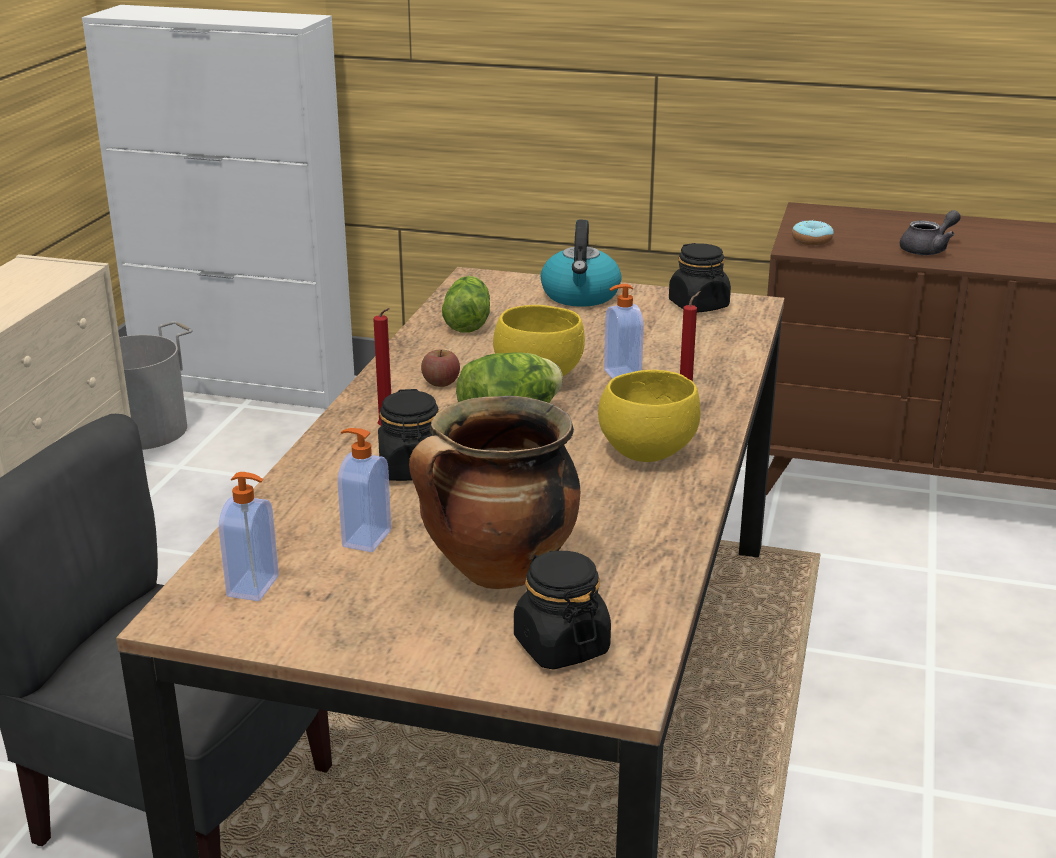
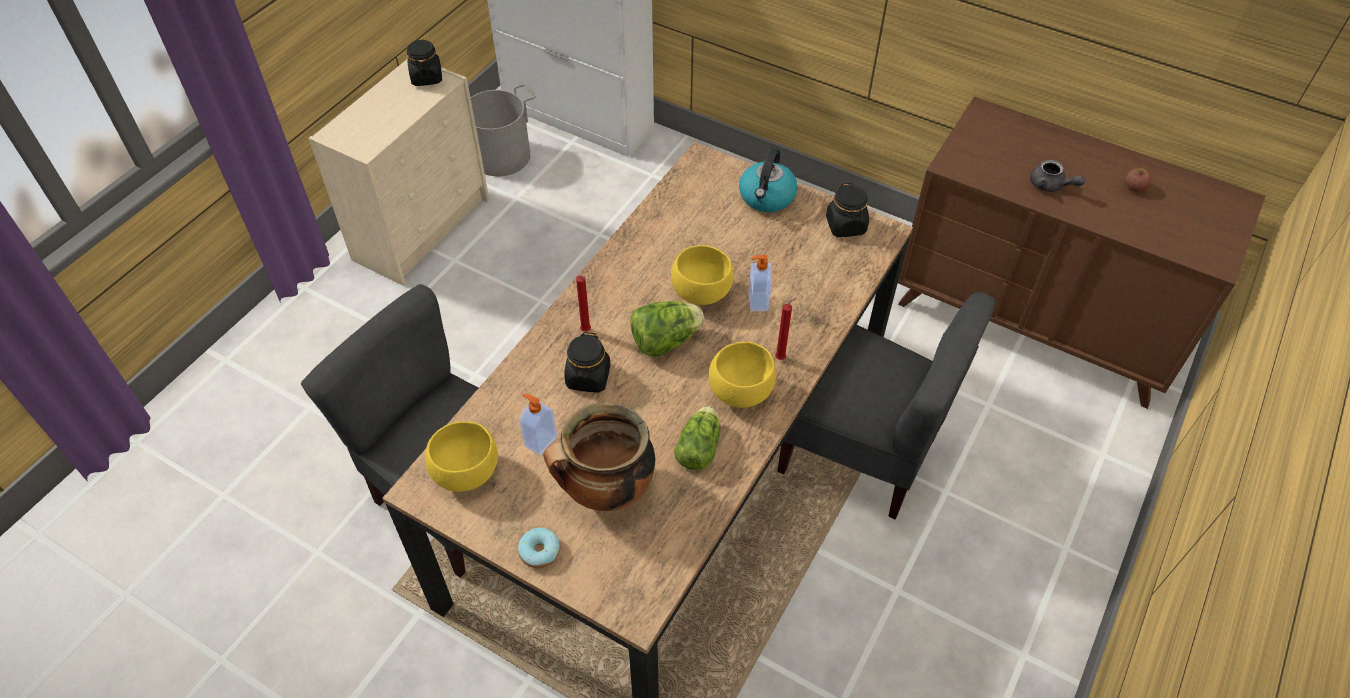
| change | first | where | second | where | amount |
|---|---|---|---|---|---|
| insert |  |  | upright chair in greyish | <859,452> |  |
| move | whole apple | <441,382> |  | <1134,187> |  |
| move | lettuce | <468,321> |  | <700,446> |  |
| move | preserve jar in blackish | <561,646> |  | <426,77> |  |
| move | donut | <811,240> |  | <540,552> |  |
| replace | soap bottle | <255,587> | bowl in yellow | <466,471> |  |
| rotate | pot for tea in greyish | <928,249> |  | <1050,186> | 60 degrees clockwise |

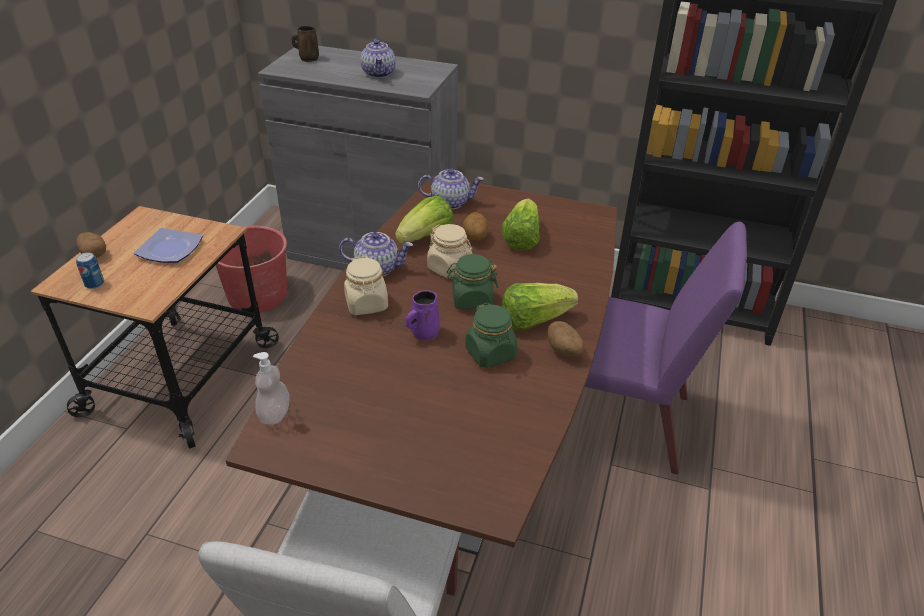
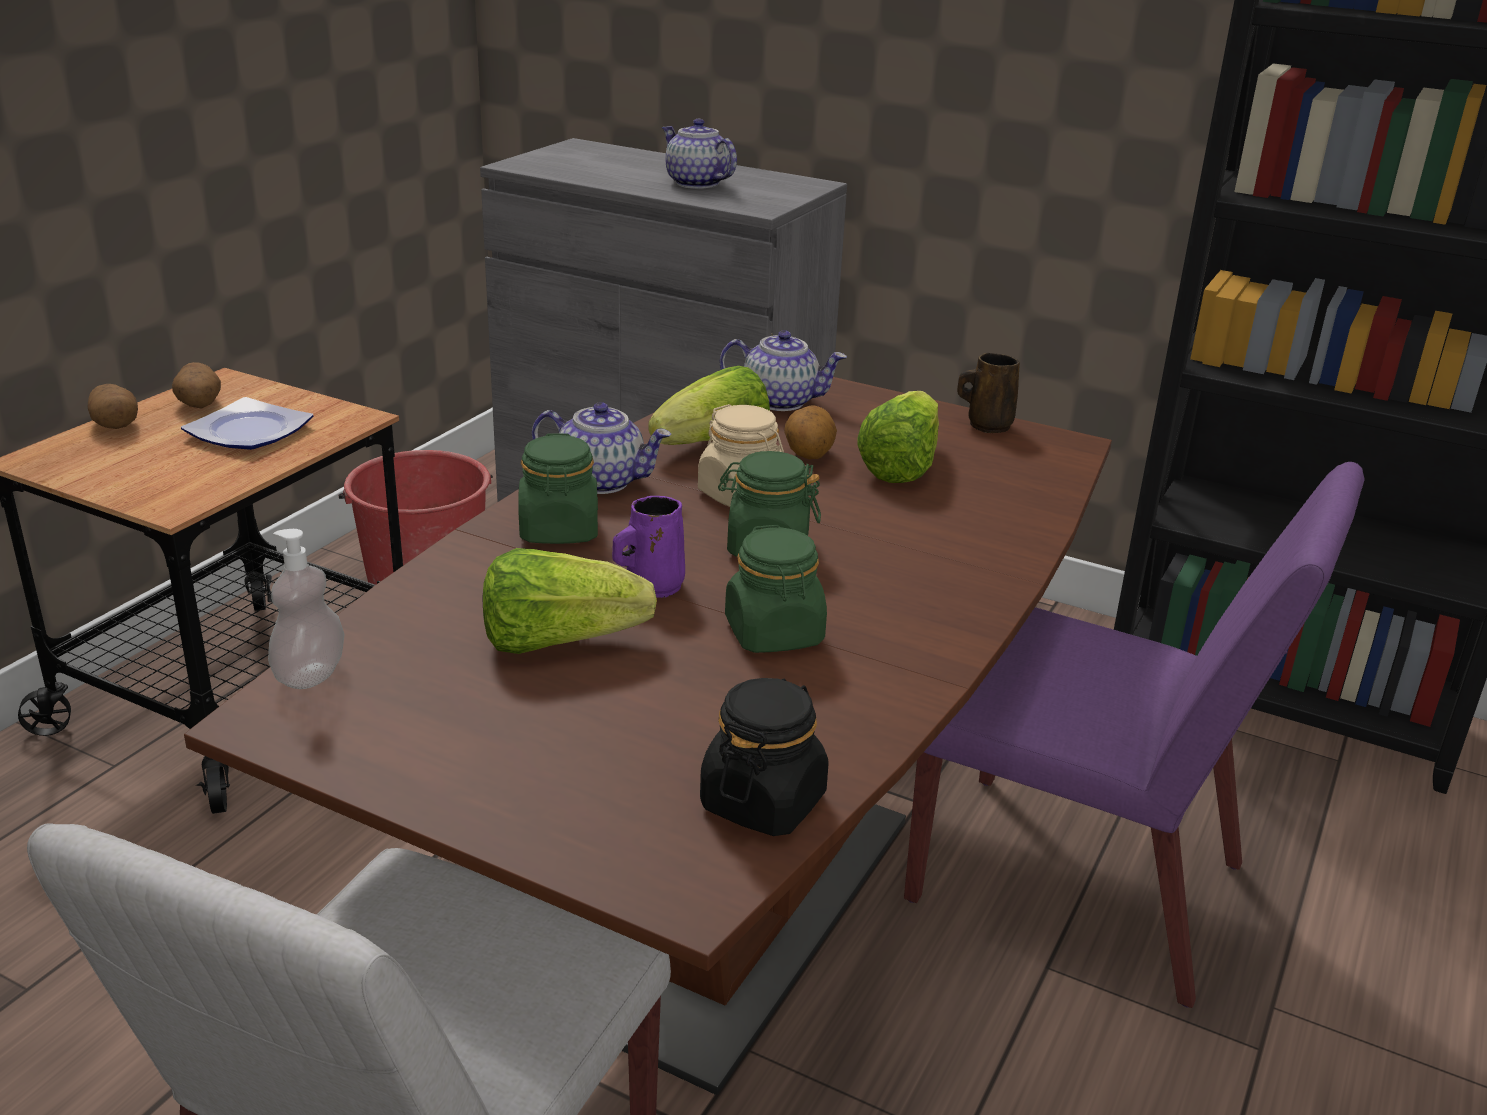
| change | first | where | second | where | amount |
|---|---|---|---|---|---|
| delete | sealed can | <94,284> |  |  |  |
| insert |  |  | preserve jar in blackish | <763,801> |  |
| move | tea mug in brown-coloured | <308,58> |  | <986,425> |  |
| move | lettuce | <534,320> |  | <559,641> |  |
| move | whole potato | <564,350> |  | <199,405> |  |
| recolor | preserve jar in beige-coloured | <366,304> | preserve jar in green | <559,530> |  |
| rotate | pot for tea | <379,73> |  | <696,183> | 135 degrees clockwise |

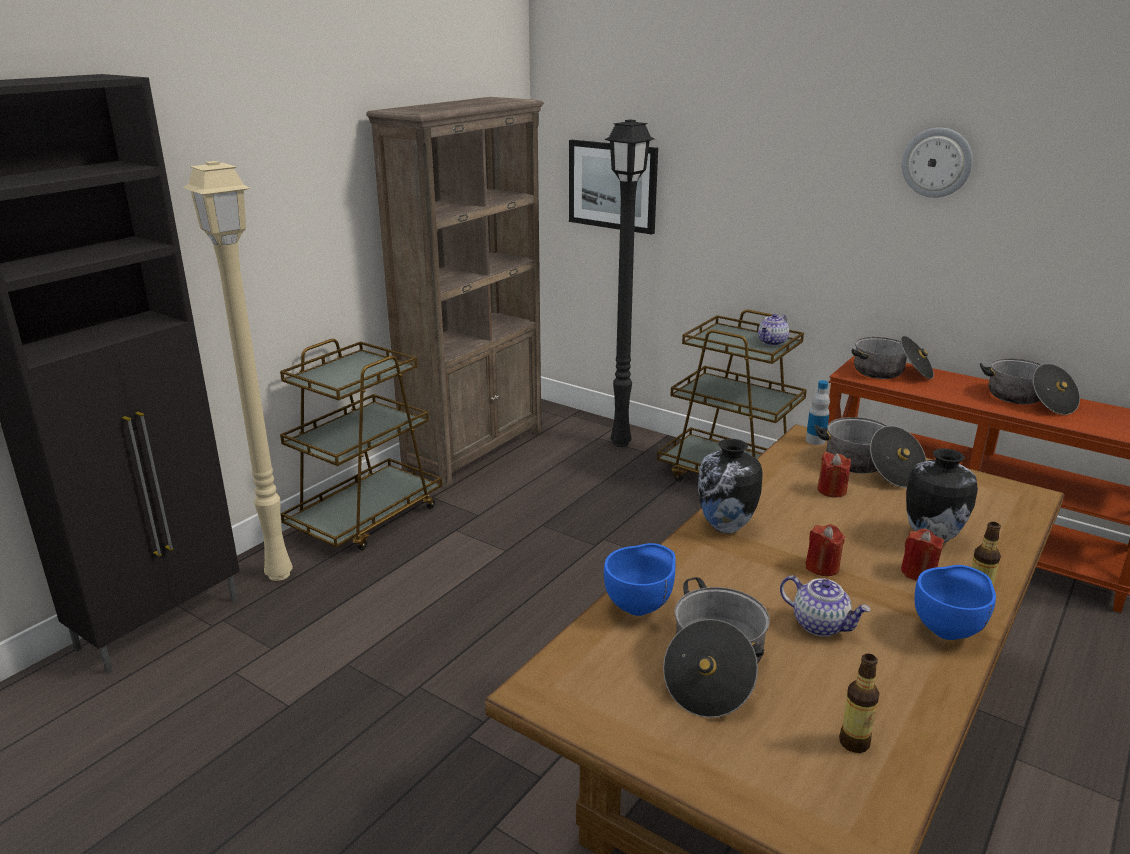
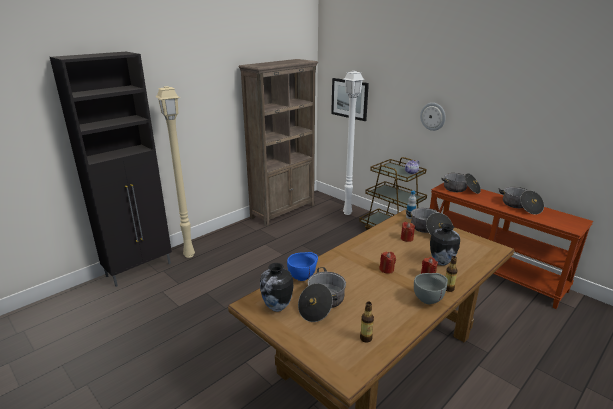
| change | first | where | second | where | amount |
|---|---|---|---|---|---|
| delete | cart in brown-coloured | <367,517> |  |  |  |
| delete | pot for tea | <820,625> |  |  |  |
| move | flower vase | <725,527> |  | <277,307> |  |
| move | hanging clock | <937,162> |  | <433,116> |  |
| recolor | standing lamp in blackish | <618,443> | standing lamp in white-coloured | <346,213> |  |
| recolor | bowl in blue | <948,630> | bowl in greyish | <428,300> |  |

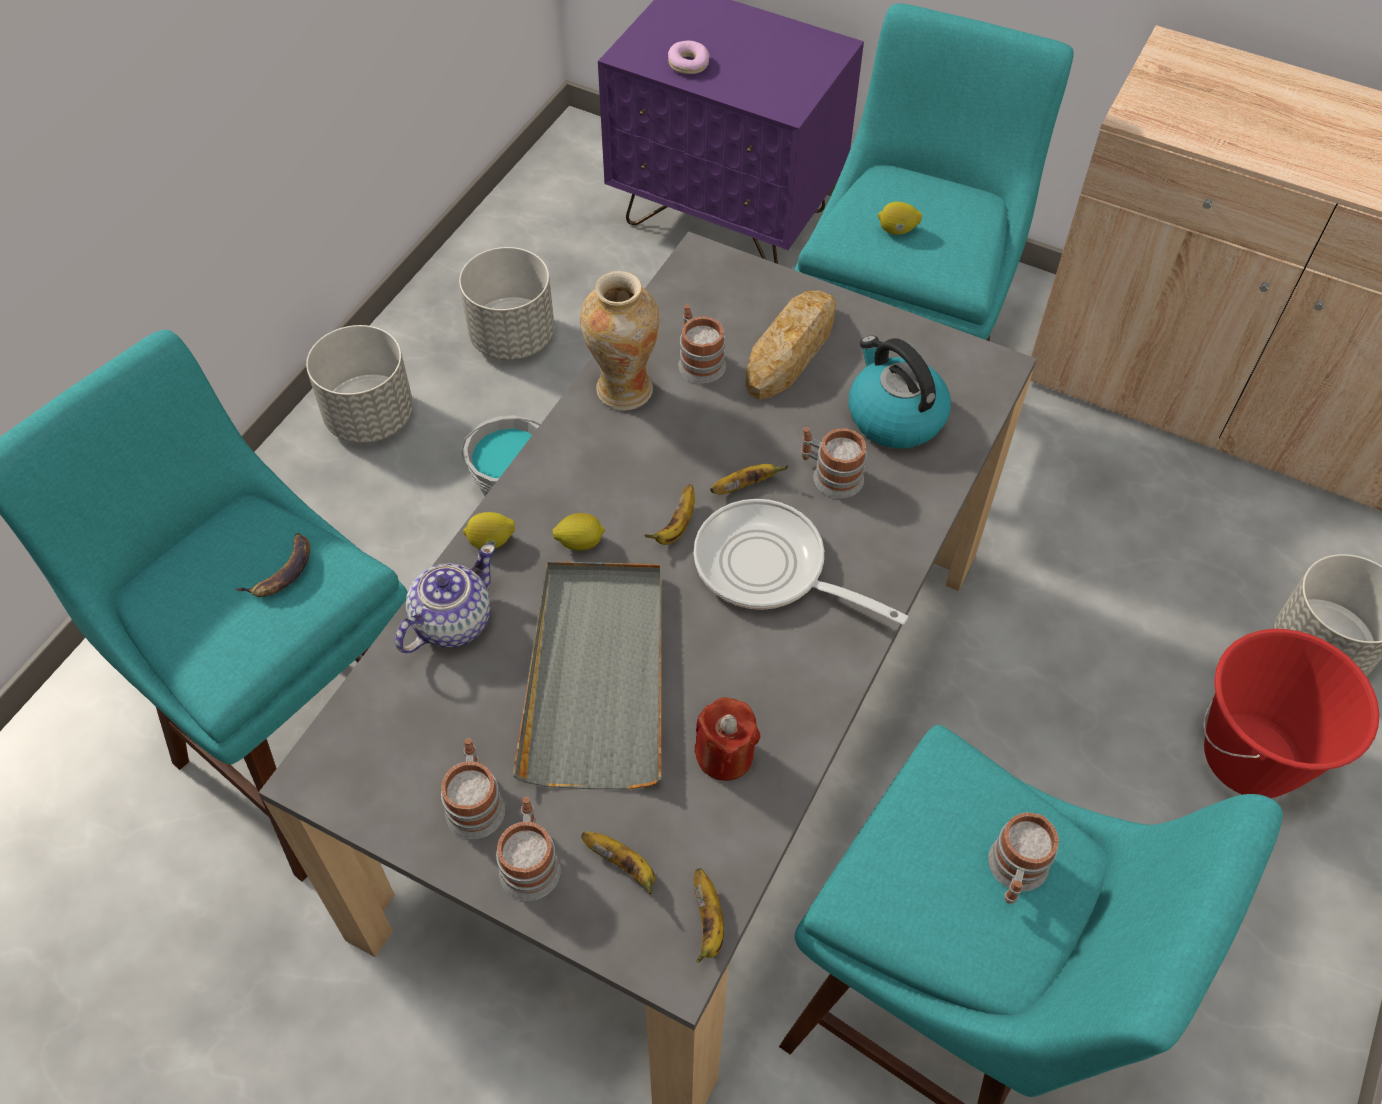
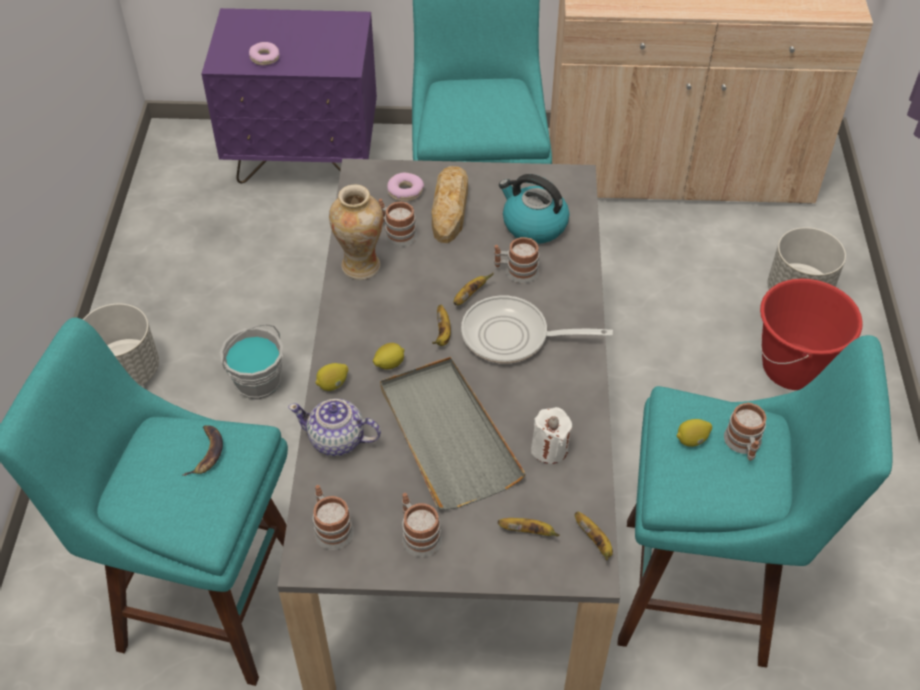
| change | first | where | second | where | amount |
|---|---|---|---|---|---|
| delete | planter in greyish | <512,337> |  |  |  |
| insert |  |  | donut | <405,191> |  |
| move | tea mug | <530,861> |  | <331,527> |  |
| move | whole lemon | <897,230> |  | <692,440> |  |
| recolor | candle in red | <725,755> | candle in white-coloured | <549,448> |  |
| rotate | pot for tea | <451,622> |  | <337,440> | 90 degrees counterclockwise |

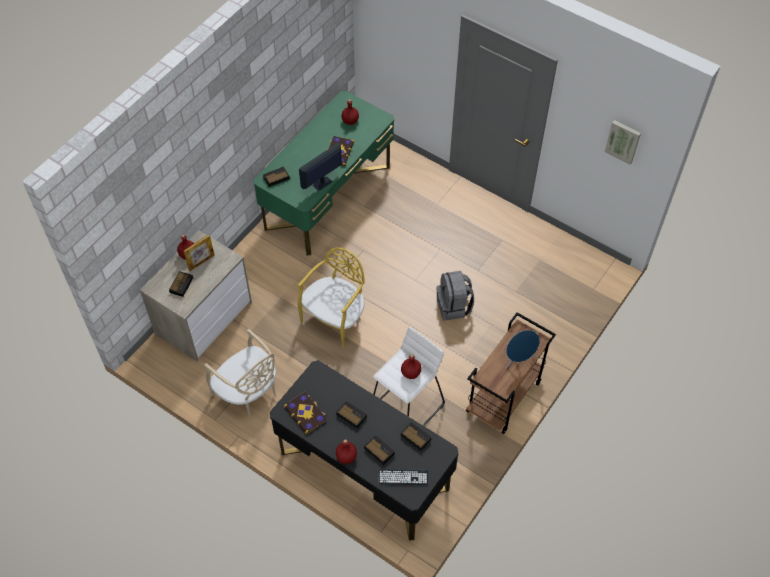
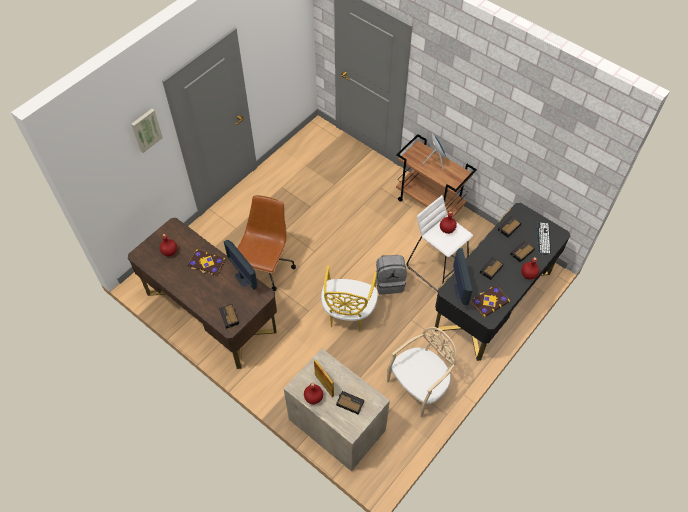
| change | first | where | second | where | amount |
|---|---|---|---|---|---|
| insert |  |  | desk chair in brown-coloured | <266,268> |  |
| insert |  |  | monitor | <460,290> |  |
| move | backpack in greyish | <454,306> |  | <389,282> |  |
| move | wall art | <623,141> |  | <146,130> |  |
| recolor | desk in green | <328,197> | desk in brown-coloured | <211,312> |  |
| rotate | upright chair in yellow | <335,318> |  | <348,313> | 120 degrees counterclockwise |

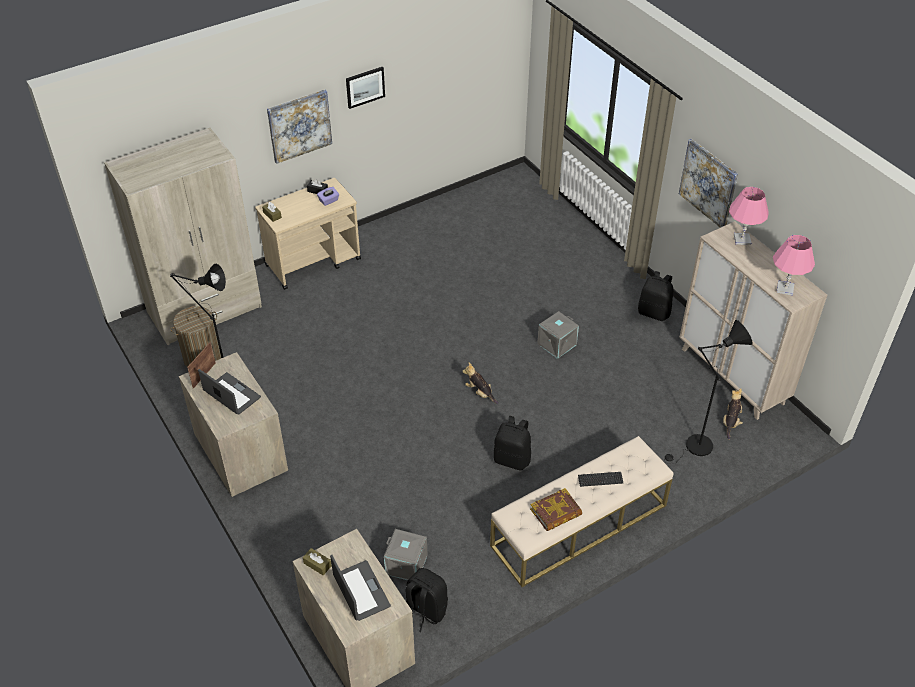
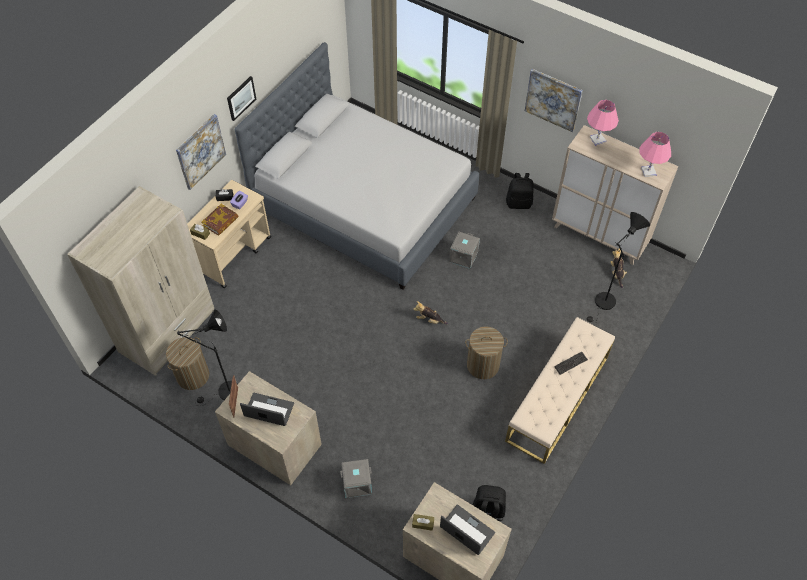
| change | first | where | second | where | amount |
|---|---|---|---|---|---|
| insert |  |  | sleeping bed in greyish | <364,203> |  |
| move | storage bin in greyish | <406,565> |  | <357,484> |  |
| move | bound book | <556,512> |  | <221,222> |  |
| replace | backpack in blackish | <512,459> | washing basket | <483,365> |  |

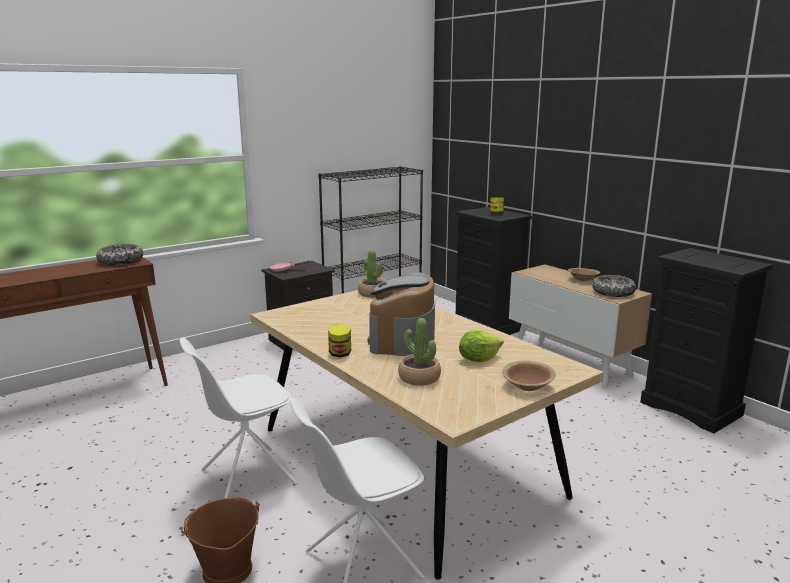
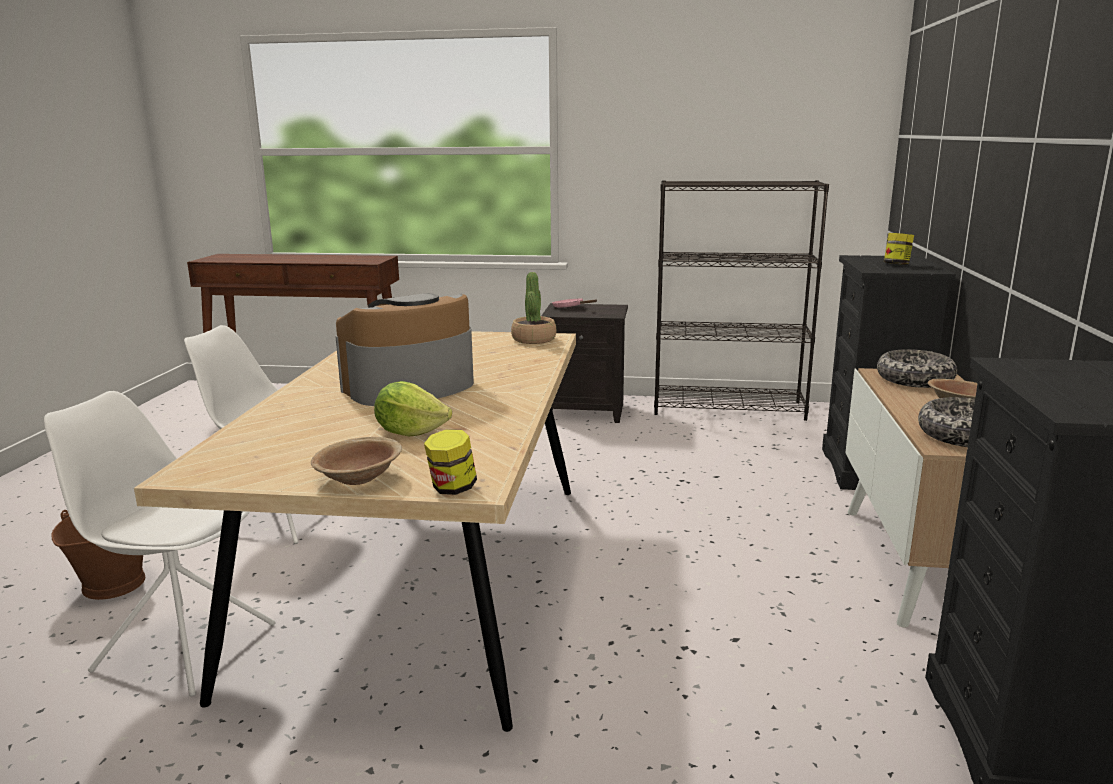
| change | first | where | second | where | amount |
|---|---|---|---|---|---|
| delete | houseplant | <419,378> |  |  |  |
| move | bowl | <121,261> |  | <914,380> |  |
| move | preserve jar | <340,354> |  | <452,488> |  |

